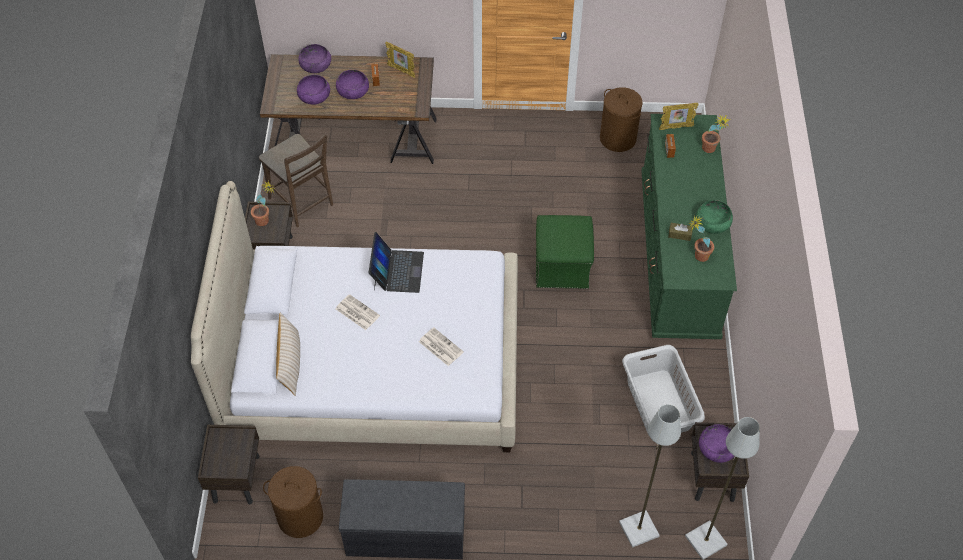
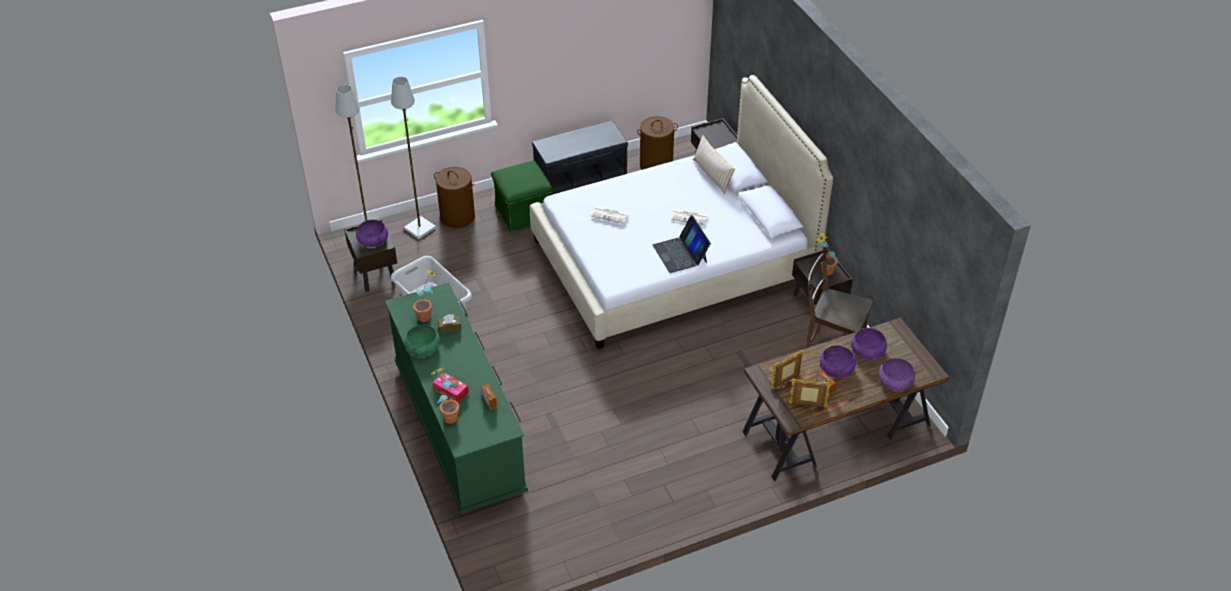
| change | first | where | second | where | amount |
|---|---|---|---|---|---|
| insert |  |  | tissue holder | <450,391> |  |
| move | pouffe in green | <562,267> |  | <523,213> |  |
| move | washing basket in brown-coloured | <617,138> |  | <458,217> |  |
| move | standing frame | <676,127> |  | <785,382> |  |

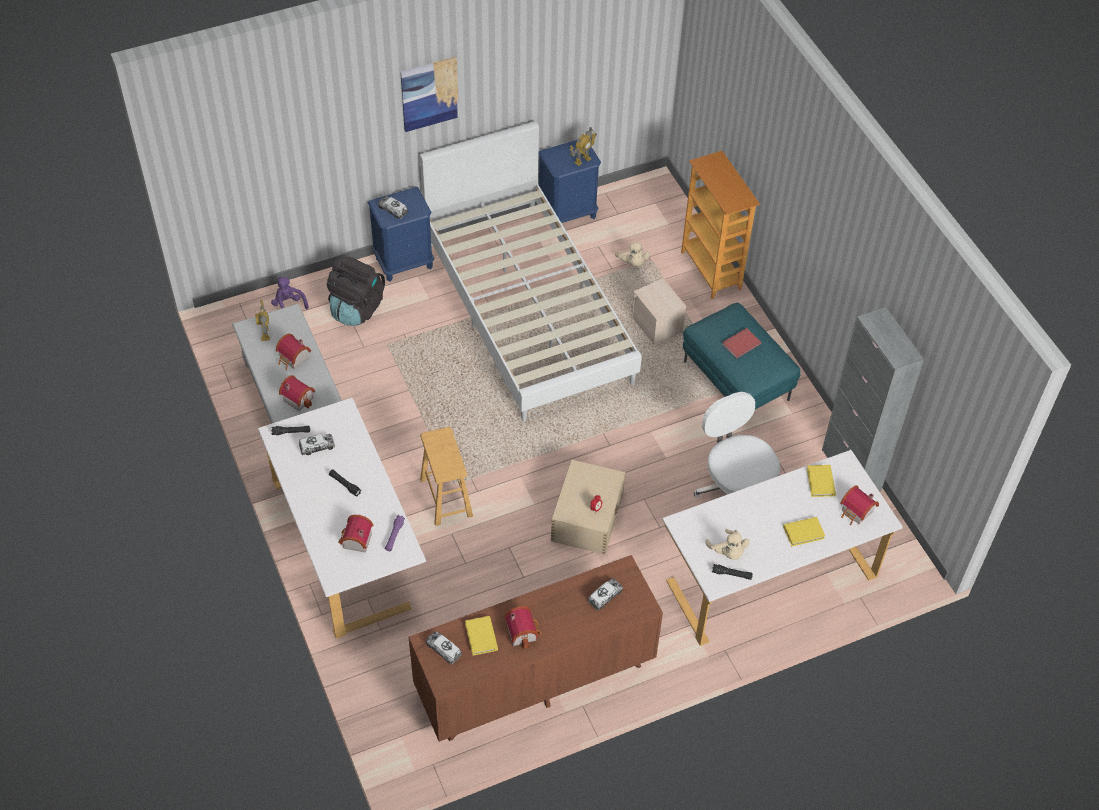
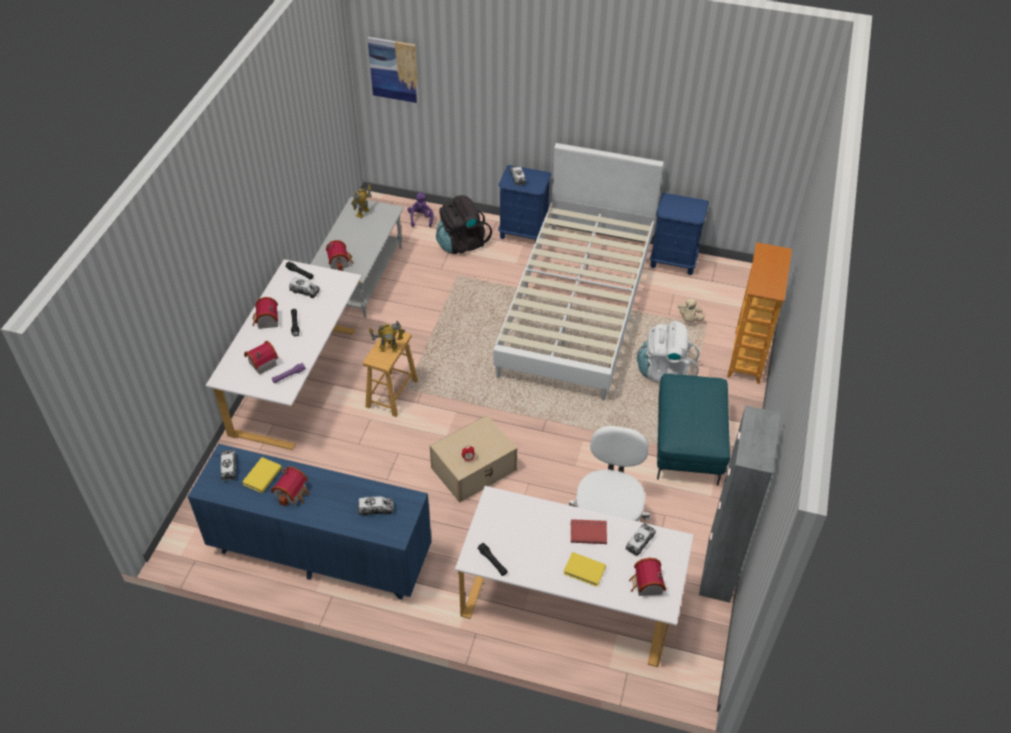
| change | first | where | second | where | amount |
|---|---|---|---|---|---|
| delete | cuddly toy in beige-coloured | <728,552> |  |  |  |
| move | toy house | <293,359> |  | <266,321> |  |
| move | wall art | <429,93> |  | <394,69> |  |
| move | toy robot | <582,160> |  | <388,349> |  |
| move | bound book in red | <740,343> |  | <588,531> |  |
| replace | storage bin in beige-coloured | <657,325> | backpack in white-coloured | <664,371> |  |
| replace | bound book in yellow | <820,482> | toy truck | <640,542> |  |
| recolor | drawer chest in brown-coloured | <534,679> | drawer chest in blue | <320,553> |  |

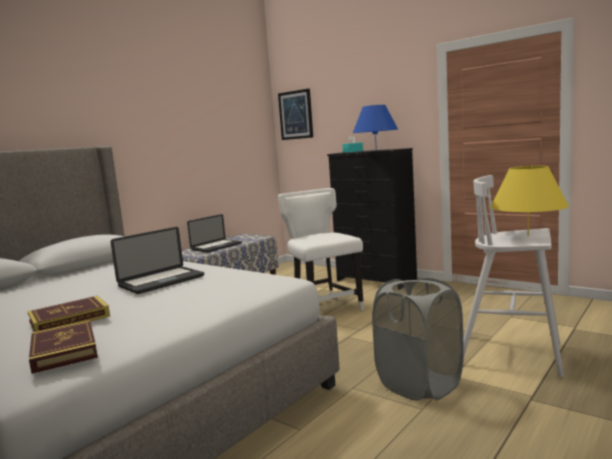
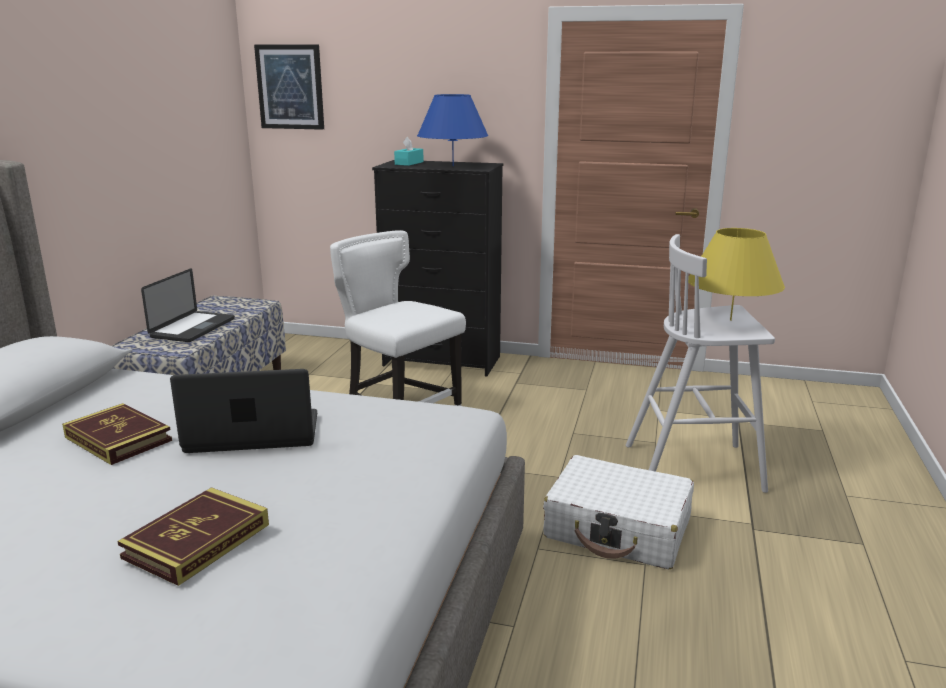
| change | first | where | second | where | amount |
|---|---|---|---|---|---|
| move | bound book | <64,350> |  | <118,439> |  |
| replace | washing basket in greyish | <419,384> | suitcase in white-coloured | <618,529> |  |
| rotate | portable computer | <161,281> |  | <253,434> | 120 degrees counterclockwise |

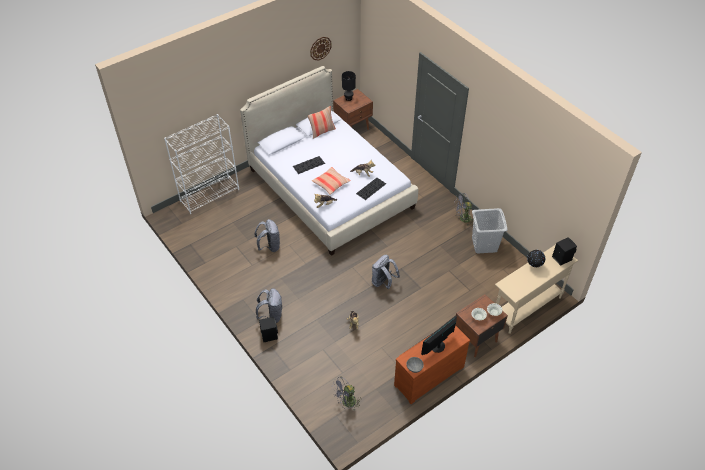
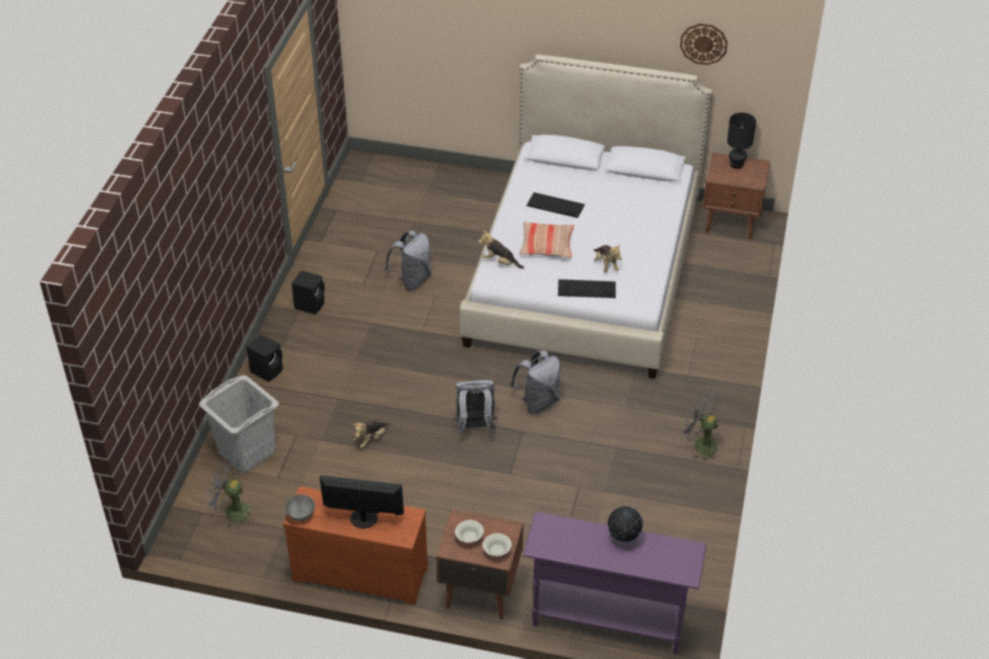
| change | first | where | second | where | amount |
|---|---|---|---|---|---|
| delete | shelving unit in white-coloured | <210,195> |  |  |  |
| delete | cushion | <322,131> |  |  |  |
| move | backpack in greyish | <271,315> |  | <538,401> |  |
| move | washing basket in greyish | <484,245> |  | <247,452> |  |
| move | speaker in blackish | <561,258> |  | <310,304> |  |
| recolor | narrow table in beige-coloured | <526,307> | narrow table in purplish | <607,620> |  |

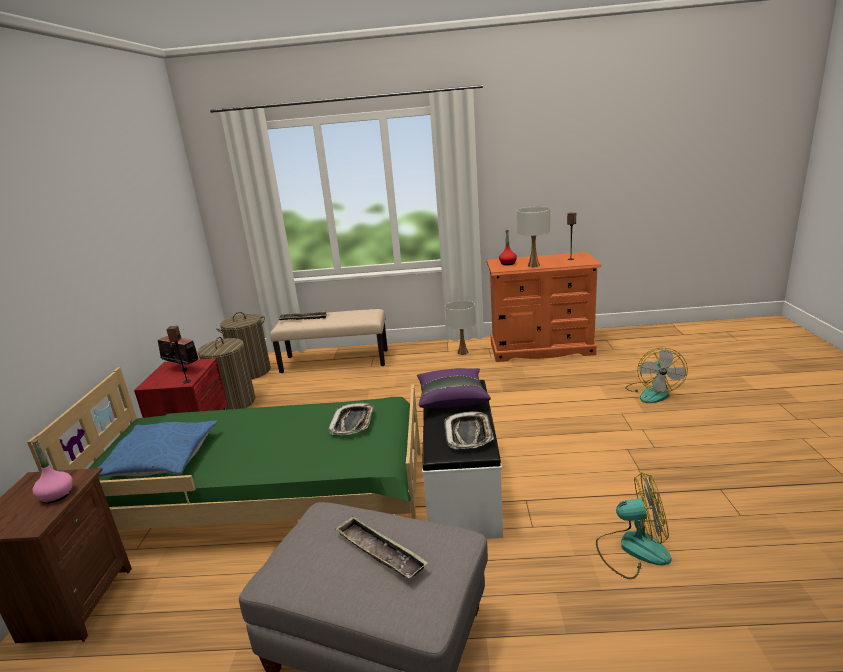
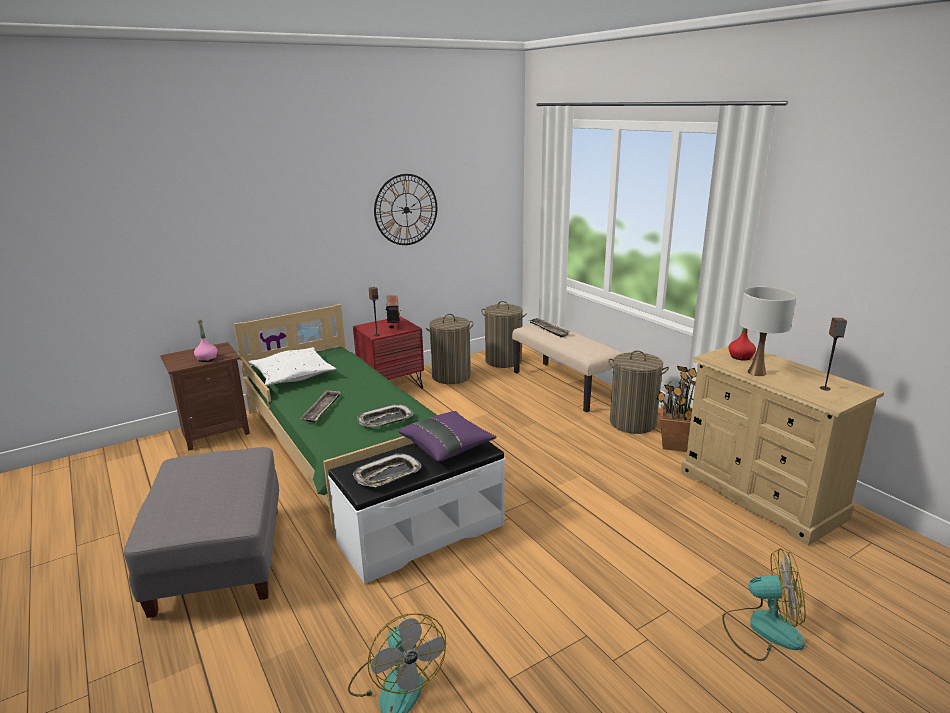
| change | first | where | second | where | amount |
|---|---|---|---|---|---|
| insert |  |  | hanging clock | <406,210> |  |
| insert |  |  | washing basket | <633,423> |  |
| move | serving tray | <379,552> |  | <322,409> |  |
| replace | table lamp in white-coloured | <463,352> | houseplant | <674,444> |  |
| recolor | cushion in blue | <160,459> | cushion in white-coloured | <292,375> |  |
| recolor | drawer chest in orange-coloured | <541,349> | drawer chest in beige-coloured | <760,495> |  |
| rotate | fan | <653,392> |  | <762,629> | 150 degrees counterclockwise |

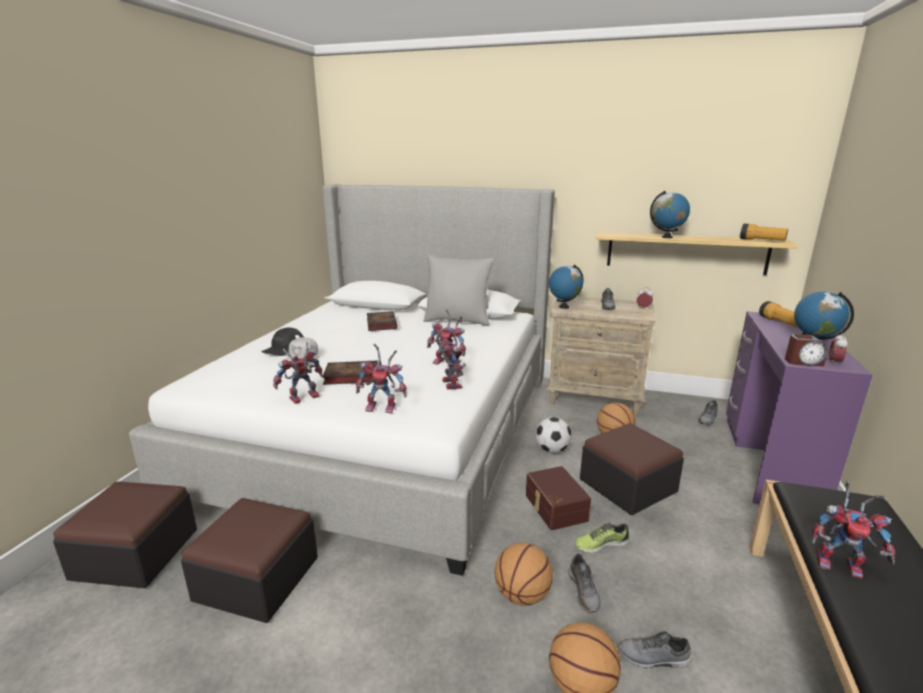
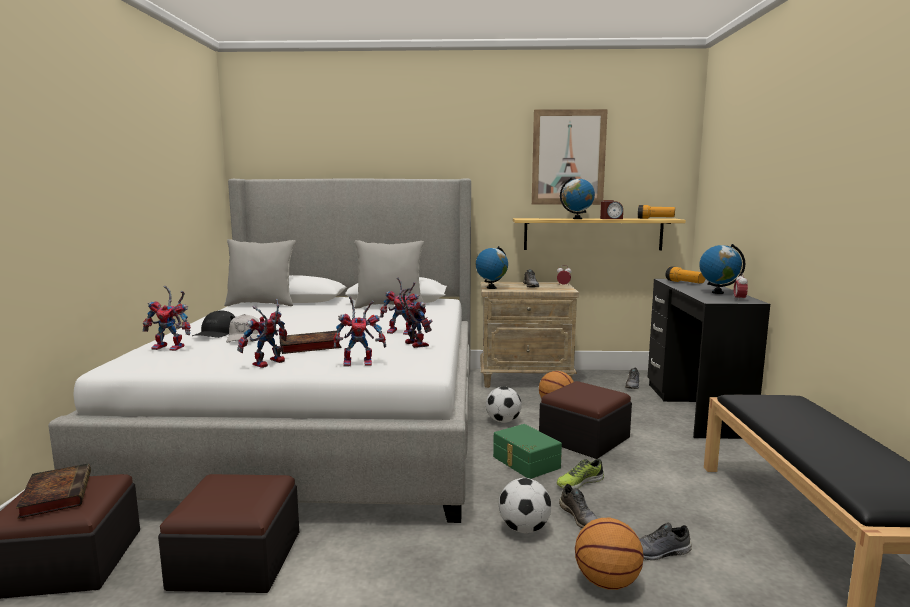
| change | first | where | second | where | amount |
|---|---|---|---|---|---|
| insert |  |  | cushion in greyish | <261,304> |  |
| insert |  |  | wall art | <568,157> |  |
| move | bound book | <381,323> |  | <56,494> |  |
| move | alarm clock | <803,362> |  | <611,219> |  |
| move | toy robot | <841,564> |  | <172,347> |  |
| replace | basketball | <522,595> | football ball | <523,529> |  |
| recolor | storage bin in brown-coloured | <554,508> | storage bin in green | <525,462> |  |
| recolor | desk in purplish | <769,461> | desk in blackish | <695,409> |  |

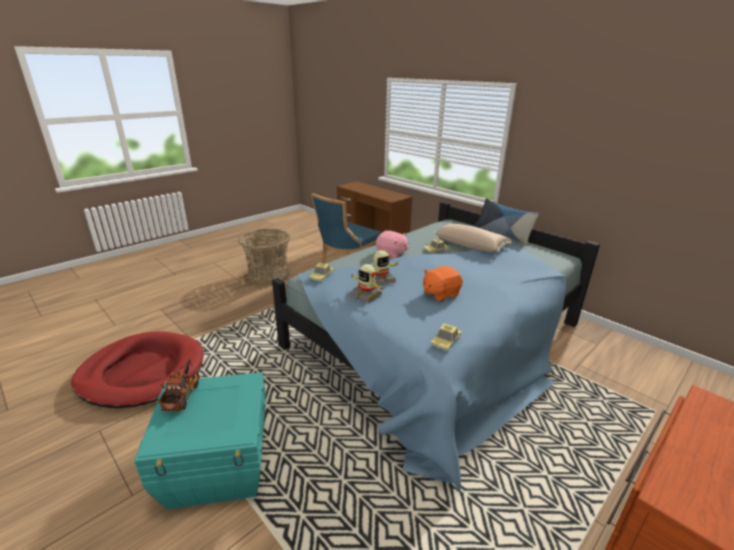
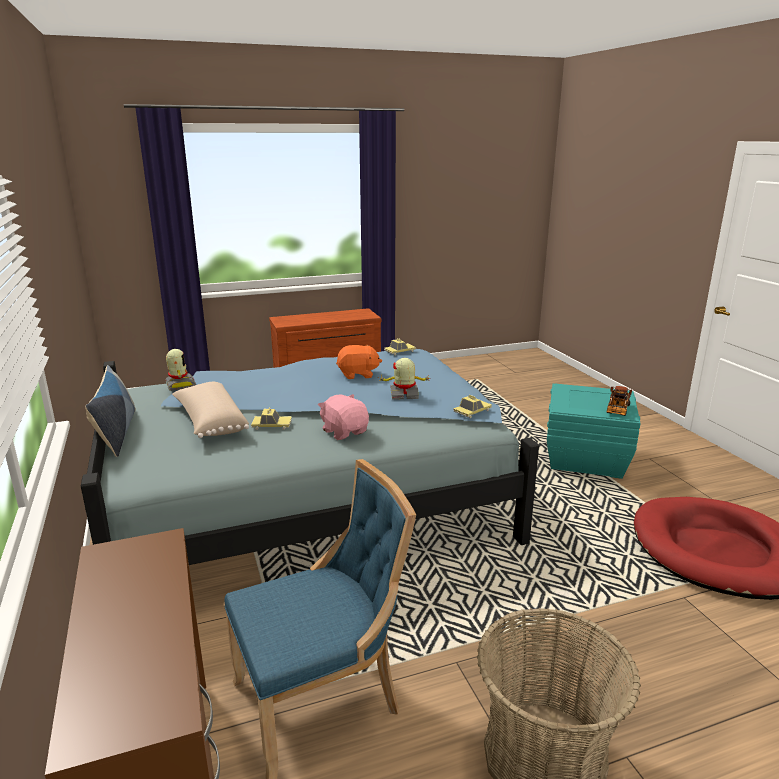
| change | first | where | second | where | amount |
|---|---|---|---|---|---|
| move | toy robot | <366,295> |  | <180,385> |  |

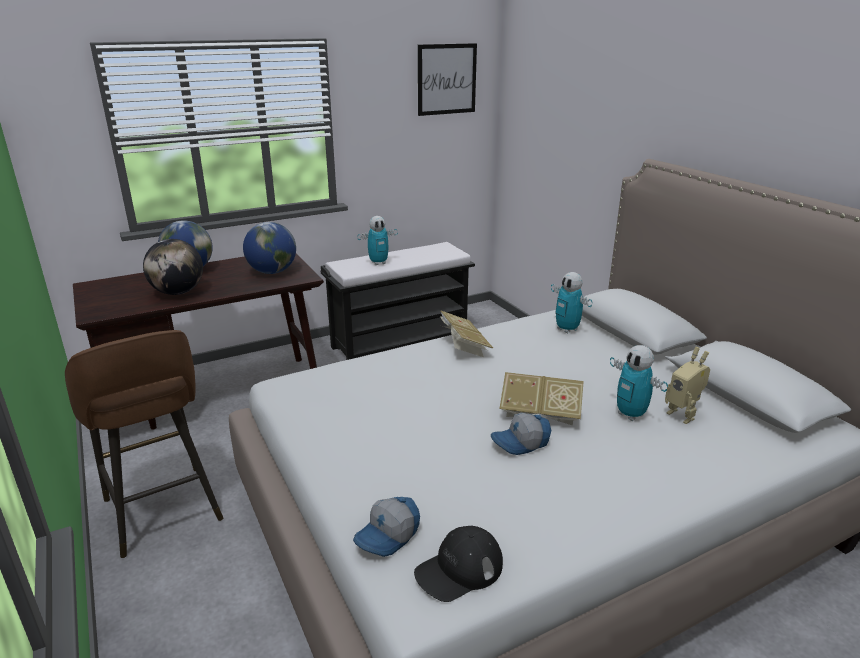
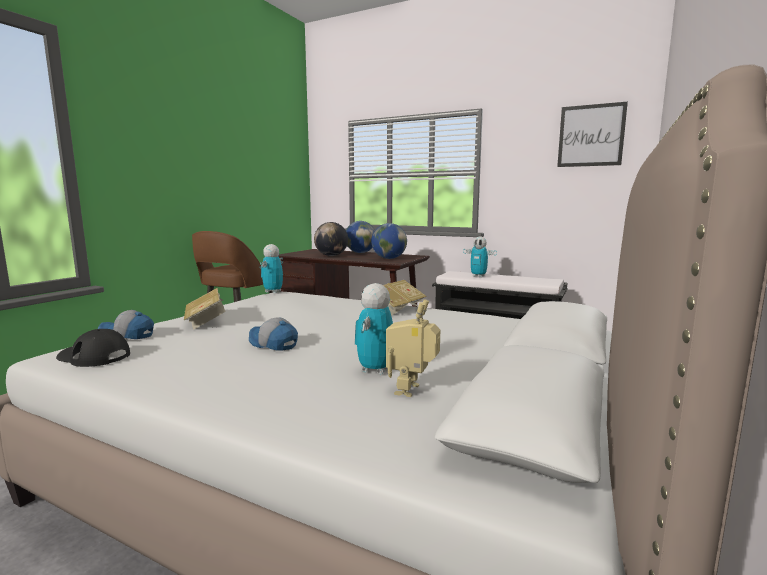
| change | first | where | second | where | amount |
|---|---|---|---|---|---|
| move | bound book | <540,413> |  | <205,321> |  |
| move | toy robot | <567,329> |  | <273,291> |  |

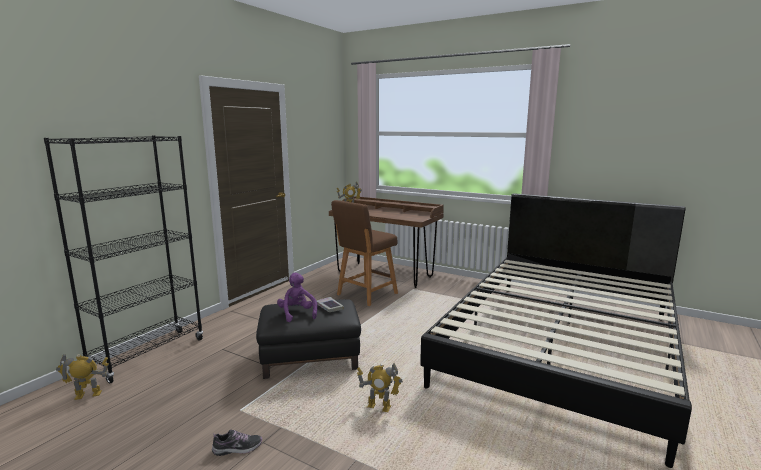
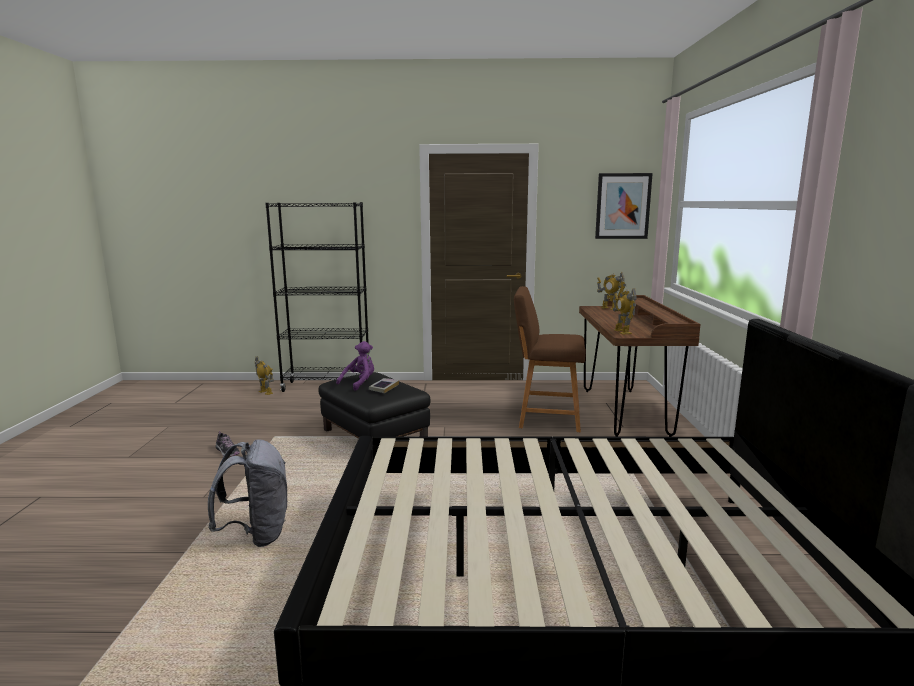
| change | first | where | second | where | amount |
|---|---|---|---|---|---|
| insert |  |  | backpack in greyish | <257,534> |  |
| insert |  |  | wall art | <622,206> |  |
| move | toy robot | <379,407> |  | <622,332> |  |

